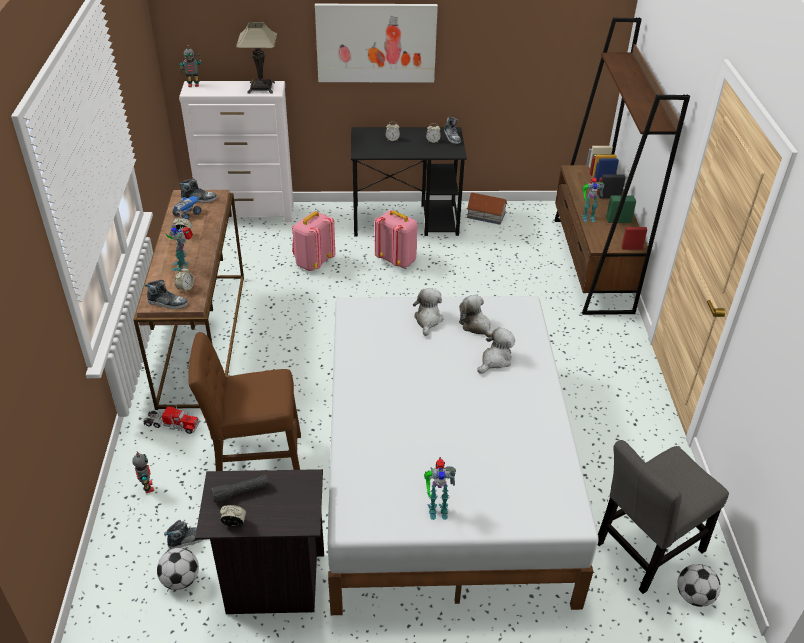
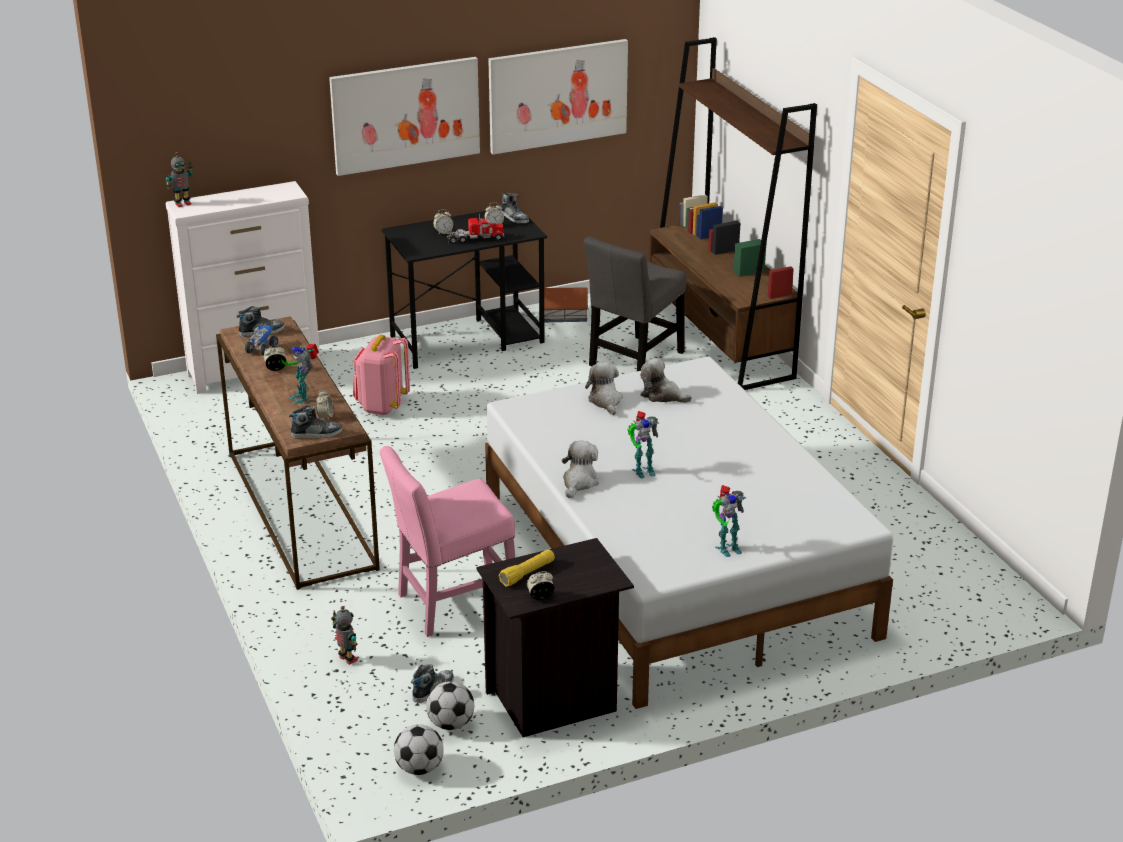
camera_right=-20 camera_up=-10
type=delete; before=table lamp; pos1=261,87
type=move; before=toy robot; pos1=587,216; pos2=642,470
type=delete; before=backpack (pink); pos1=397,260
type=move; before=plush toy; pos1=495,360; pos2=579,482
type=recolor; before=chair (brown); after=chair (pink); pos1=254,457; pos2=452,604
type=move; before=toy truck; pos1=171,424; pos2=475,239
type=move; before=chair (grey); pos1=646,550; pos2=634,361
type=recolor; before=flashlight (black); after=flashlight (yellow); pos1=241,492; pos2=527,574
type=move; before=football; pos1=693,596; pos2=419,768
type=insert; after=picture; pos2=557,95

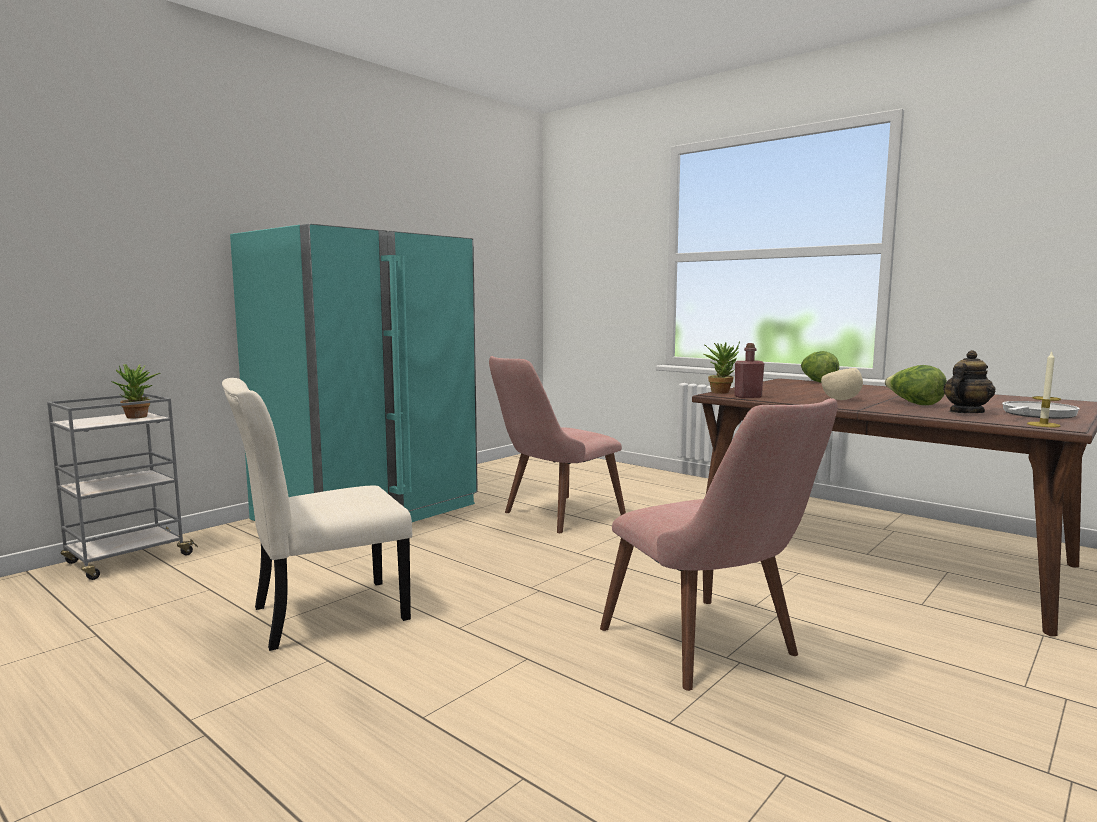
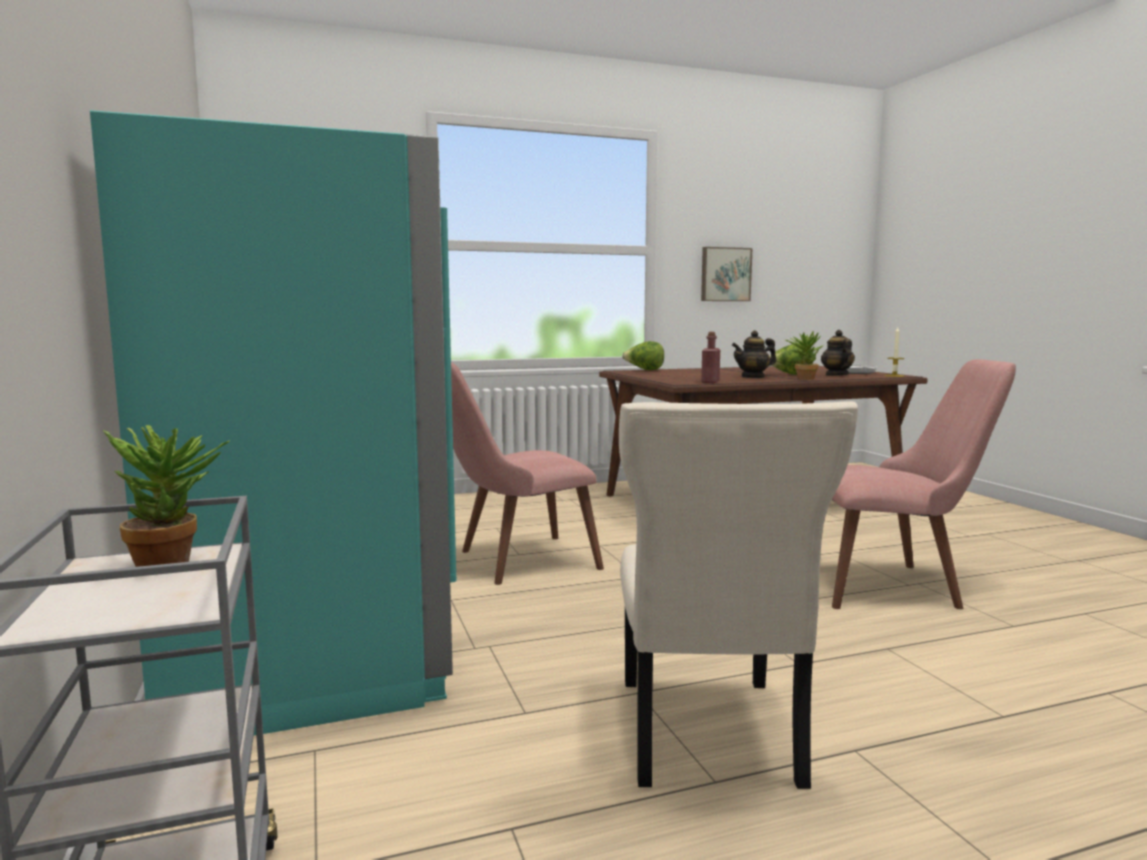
camera_right=-60 camera_up=0
type=move; before=potted plant; pos1=721,392; pos2=803,378
type=rotate; before=chair (pink); pos1=552,517; pos2=511,562; turn=75
type=replace; before=bowl (beige); after=teapot; pos1=840,400; pos2=753,377
type=insert; after=picture; pos2=725,274

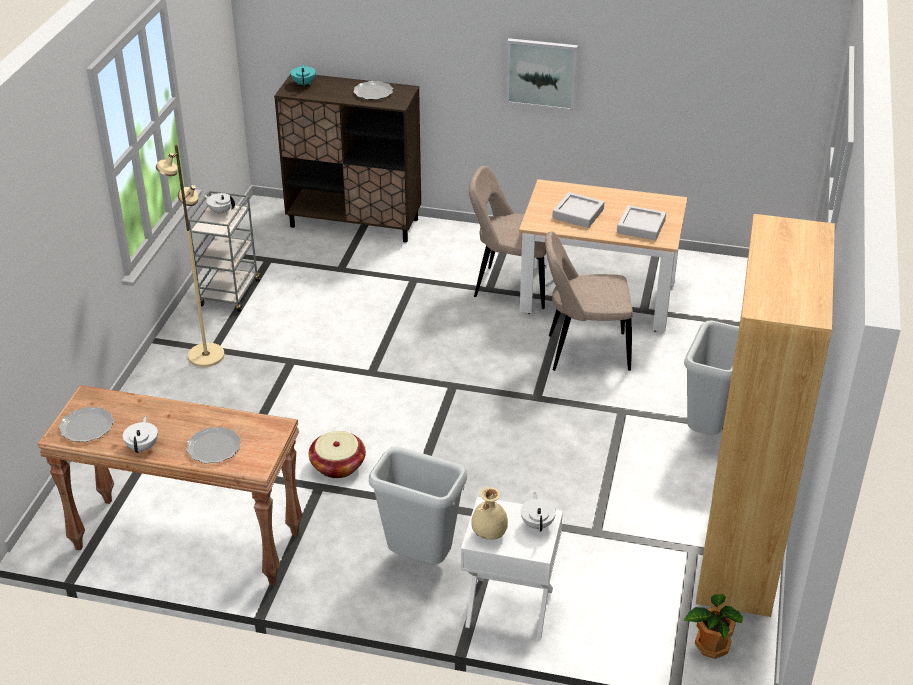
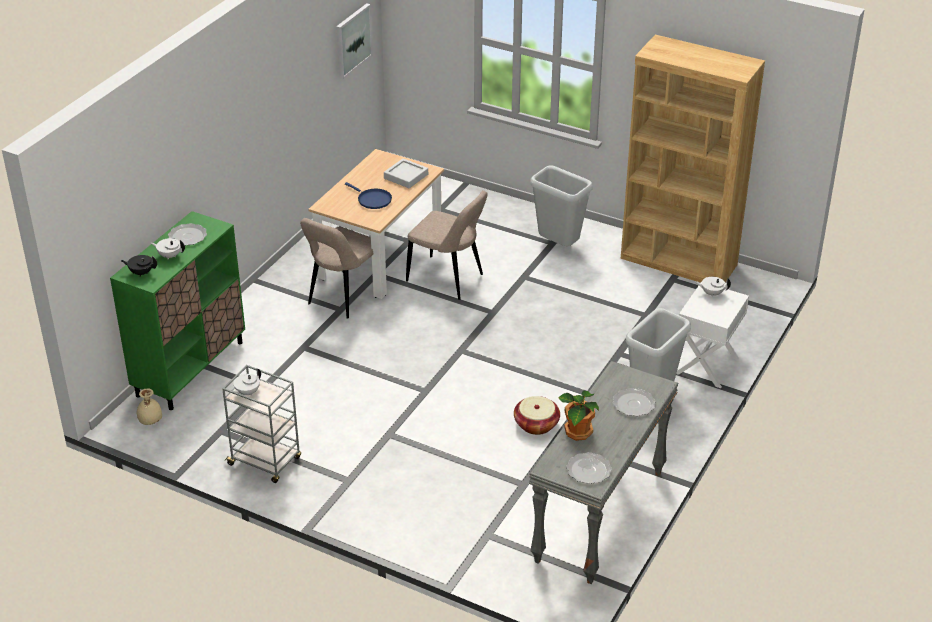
camera_right=-75 camera_up=0
type=move; before=picture; pos1=541,74; pos2=352,40
type=recolor; before=teapot (turquoise); after=teapot (black); pos1=304,83; pos2=141,272
type=recolor; before=cabinet (brown); after=cabinet (green); pos1=355,223; pos2=190,368
type=delete; before=floor lamp (beige); pos1=205,356
type=replace; before=tray (grey); after=frying pan (blue); pos1=578,214; pos2=372,200
type=rotate; before=chair (beige); pos1=583,352; pos2=448,279; turn=-75
type=recolor; before=console table (brown); after=console table (grey); pos1=186,542; pos2=600,517
type=move; before=teapot (white); pos1=143,446; pos2=169,256
type=move; before=vase (beige); pos1=489,533; pos2=150,422
type=move; before=potted plant; pos1=710,645; pos2=577,432

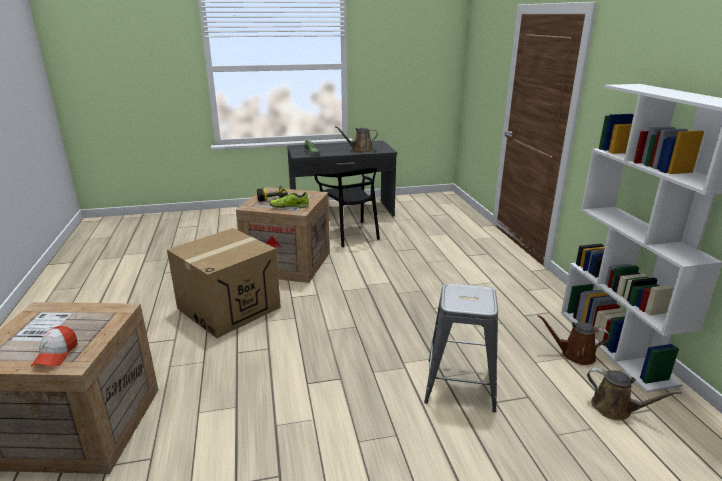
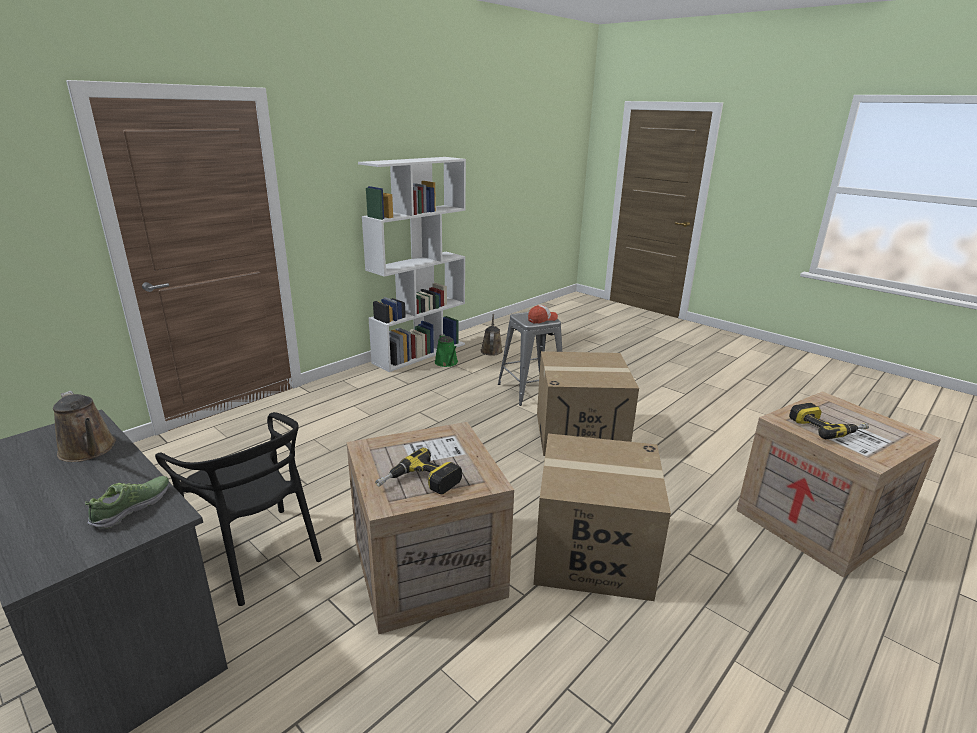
camera_right=-125 camera_up=0
type=rotate; before=chair (black); pos1=350,234; pos2=257,554; turn=105
type=delete; before=shoe; pos1=289,206
type=recolor; before=watering can (brown); after=watering can (green); pos1=574,354; pos2=447,363
type=move; before=cap; pos1=56,354; pos2=542,319
type=insert; after=cardboard box; pos2=580,434
type=insert; after=power drill; pos2=826,428

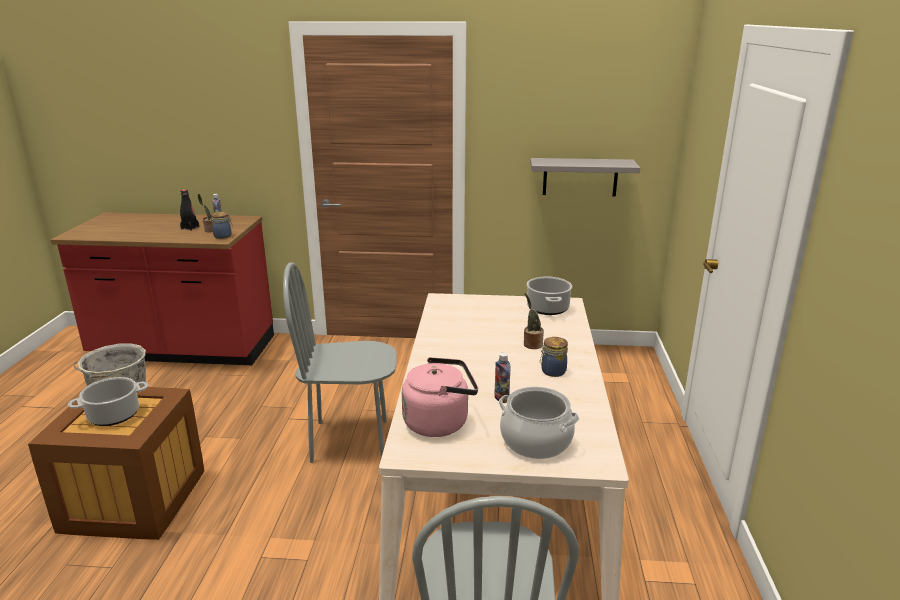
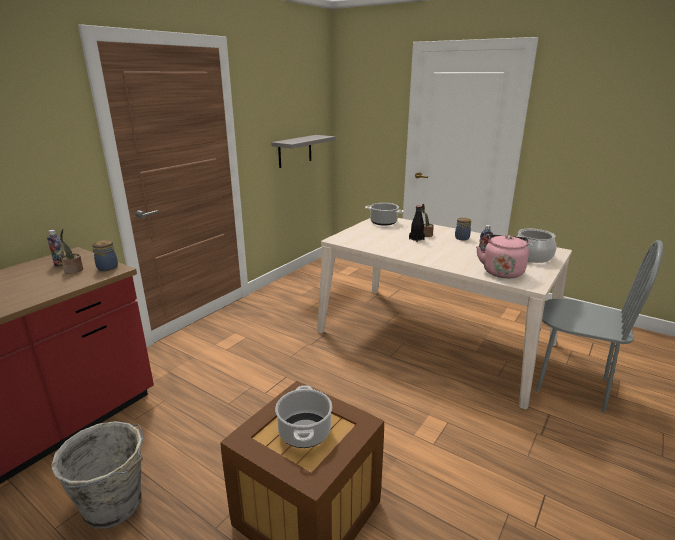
camera_right=-60 camera_up=0
type=move; before=bottle (black); pos1=190,228; pos2=416,239
type=delete; before=chair (grey); pos1=350,440

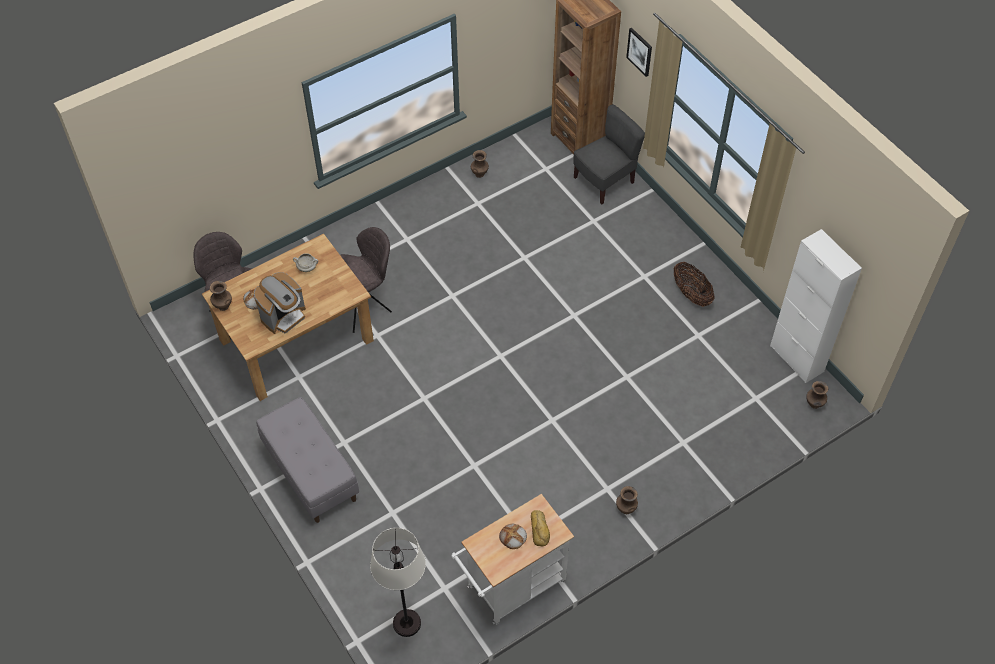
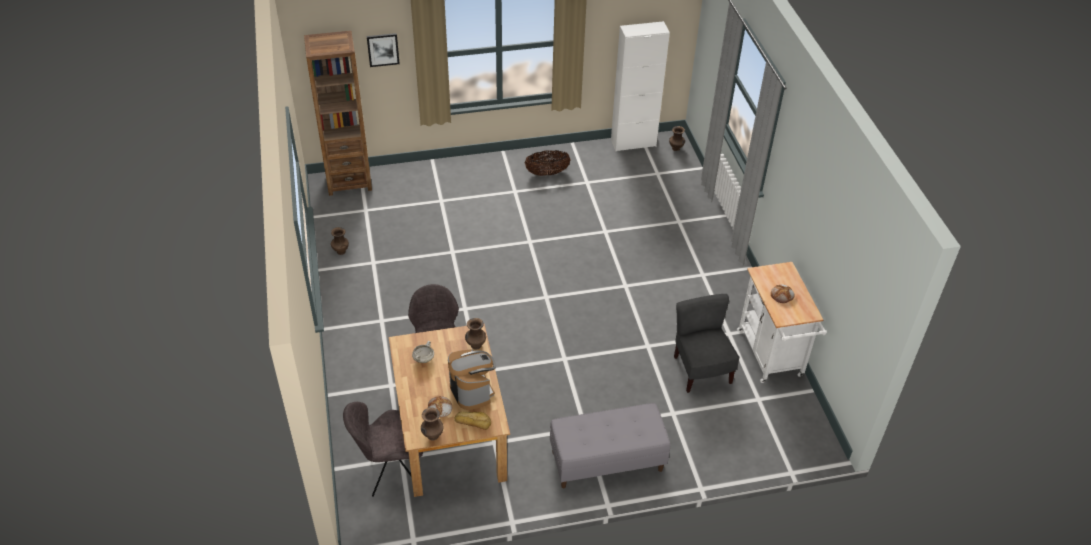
camera_right=-70 camera_up=-10
type=move; before=chair (grey); pos1=604,181; pos2=701,370
type=move; before=vase (brown); pos1=625,509; pos2=475,345
type=move; before=bread; pos1=540,529; pos2=473,421
type=delete; before=floor lamp (white); pos1=406,623

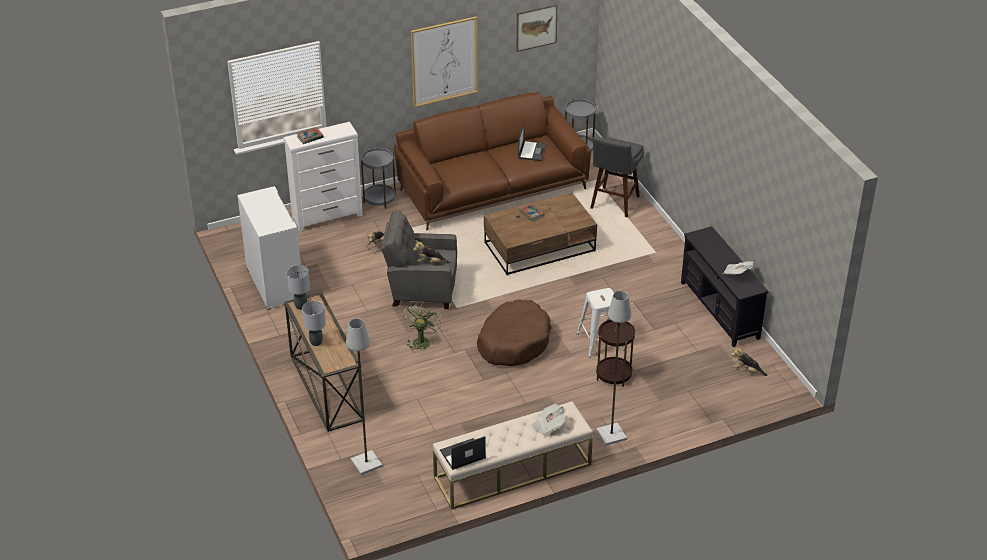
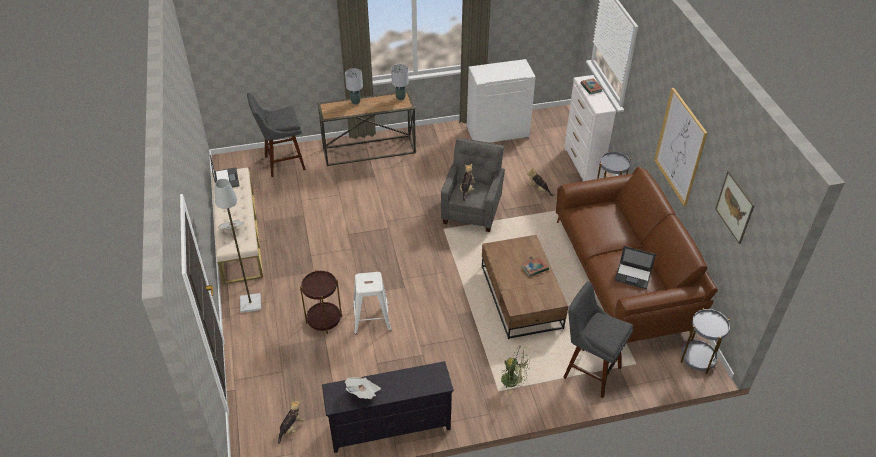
camera_right=100 camera_up=5
type=delete; before=dog bed (brown); pos1=513,342
type=move; before=fan (green); pos1=421,341; pos2=514,381
type=replace; before=floor lamp (grey); after=stool (grey); pos1=366,464; pos2=282,163

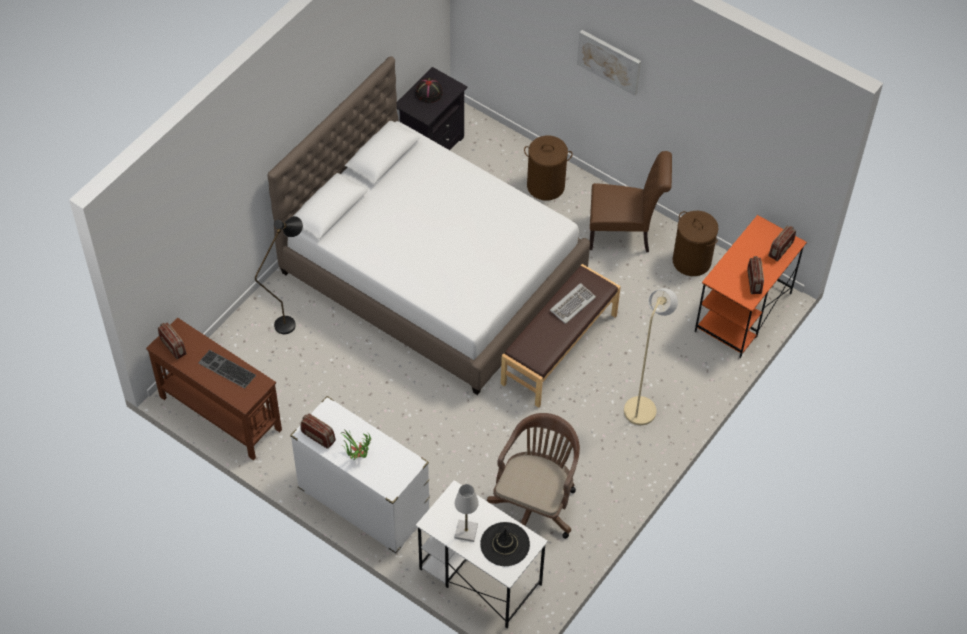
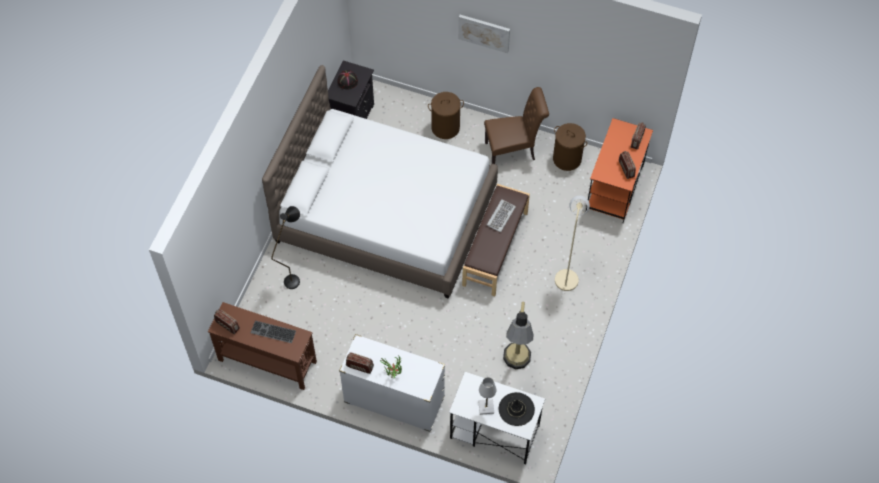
camera_right=-15 camera_up=5
type=replace; before=office chair (brown); after=floor lamp; pos1=535,504; pos2=515,368

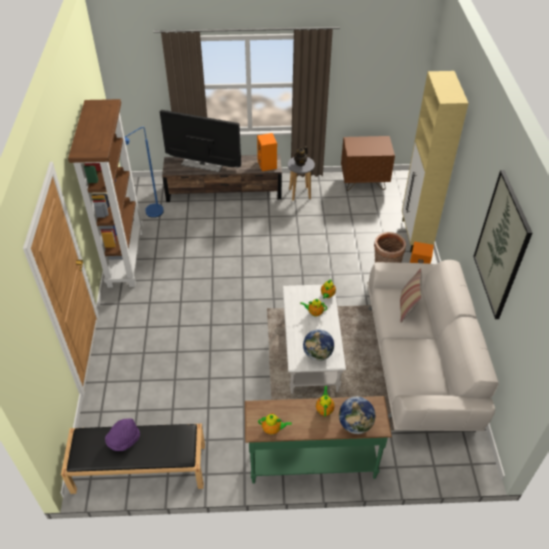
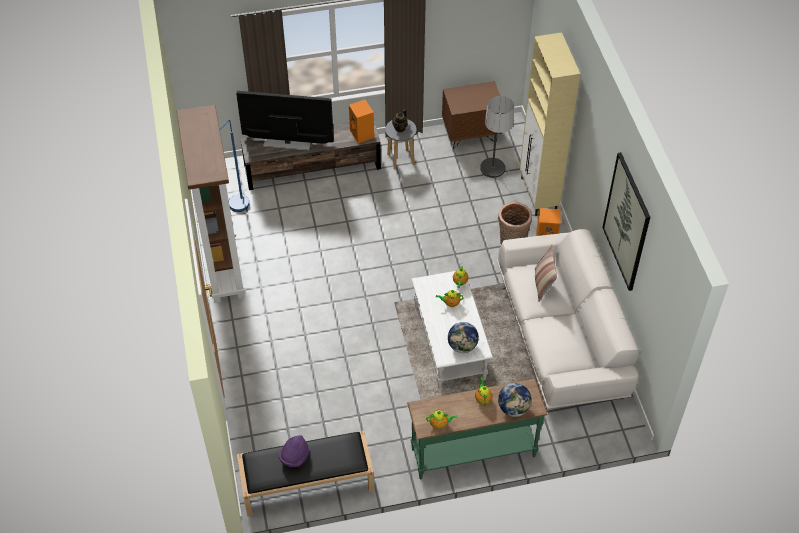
camera_right=-10 camera_up=5
type=insert; after=floor lamp; pos2=493,184

